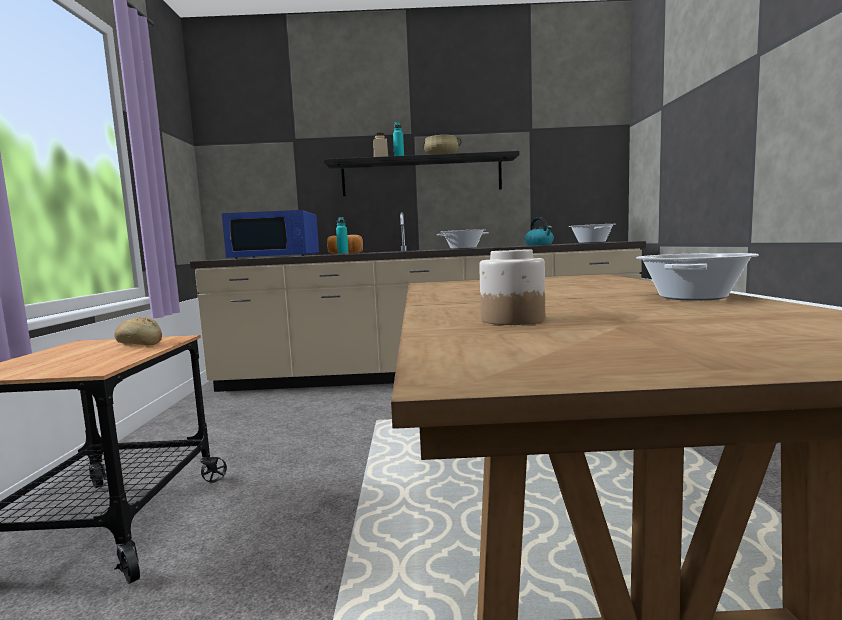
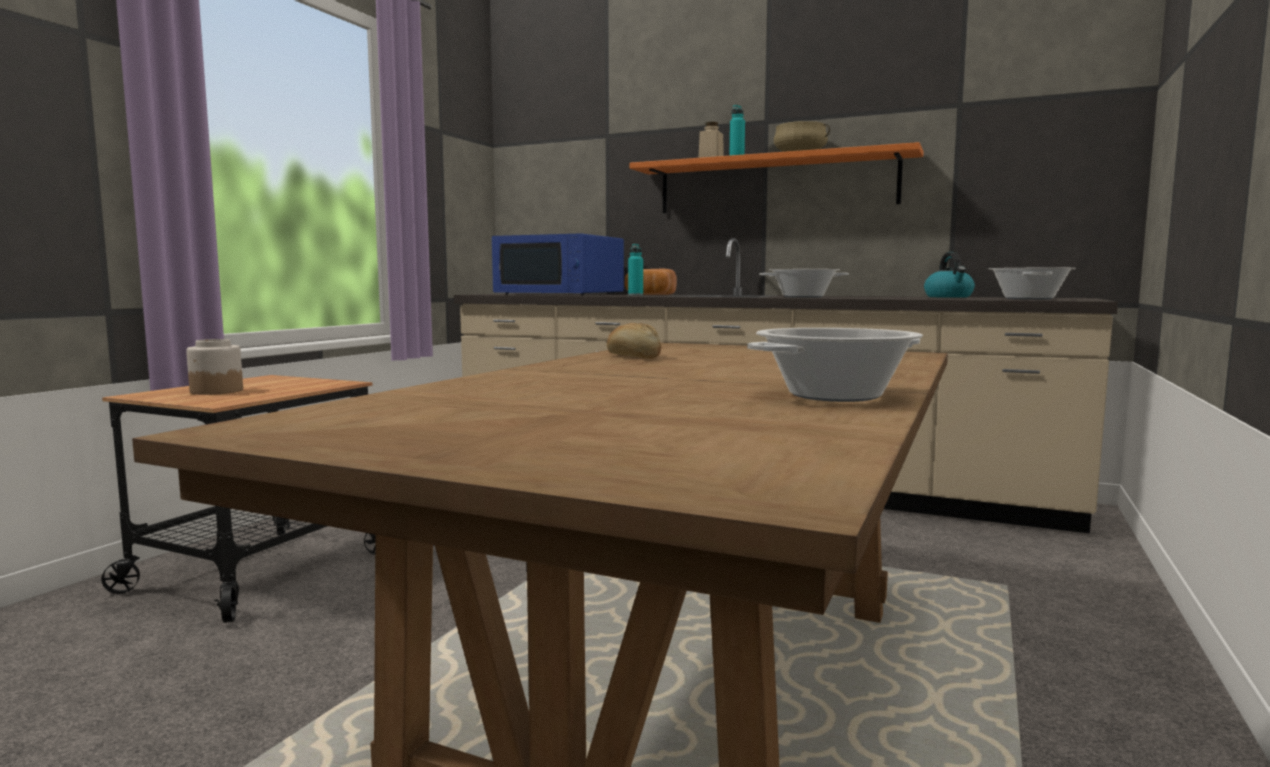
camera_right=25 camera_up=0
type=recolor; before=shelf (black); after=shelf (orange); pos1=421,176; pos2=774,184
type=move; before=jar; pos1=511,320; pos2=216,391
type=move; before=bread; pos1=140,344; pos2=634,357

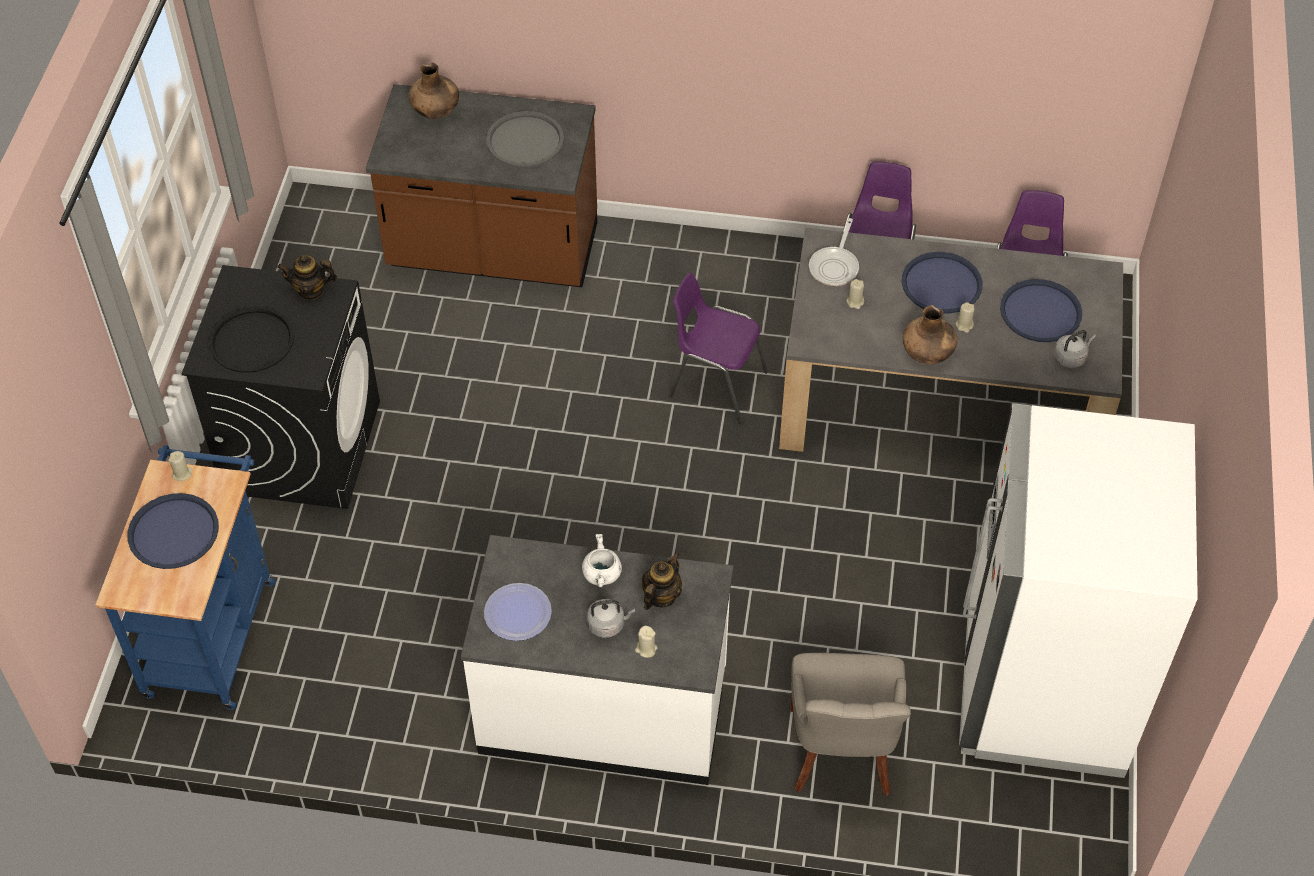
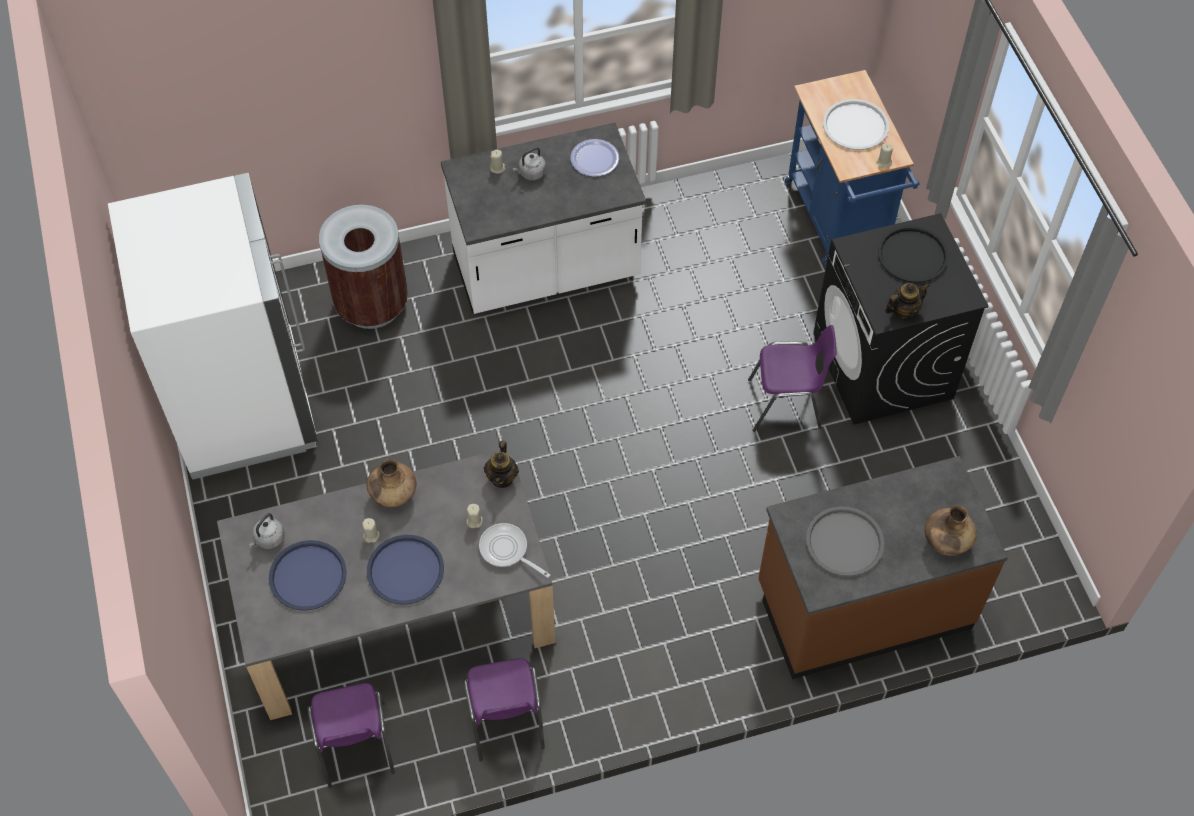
camera_right=155 camera_up=5
type=rotate; before=frying pan; pos1=835,266; pos2=507,550; turn=-45
type=move; before=chair (purple); pos1=715,384; pos2=786,405
type=recolor; before=tray (blue); after=tray (white); pos1=173,532; pos2=855,125
type=delete; before=cooking pot (white); pos1=602,575
type=move; before=teapot; pos1=661,596; pos2=502,477
type=replace; before=chair (grey); after=trash can (brown); pos1=841,753; pos2=372,304

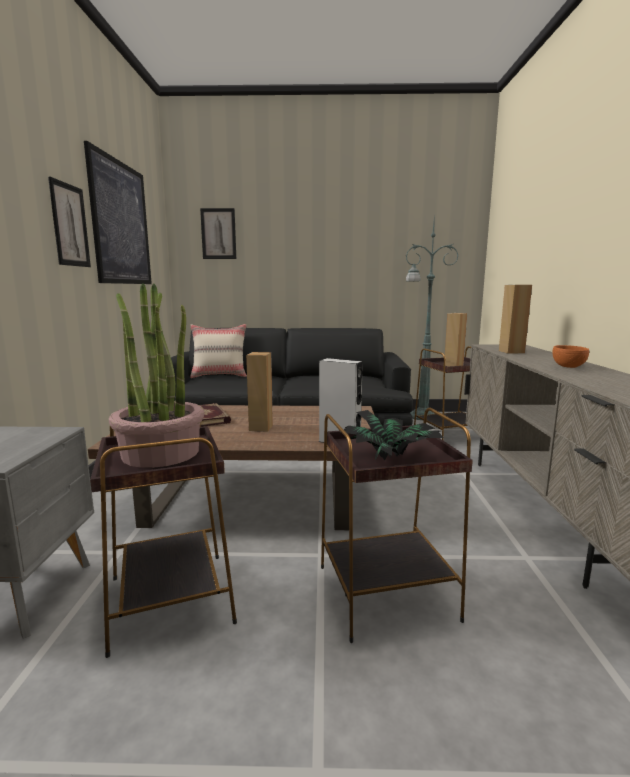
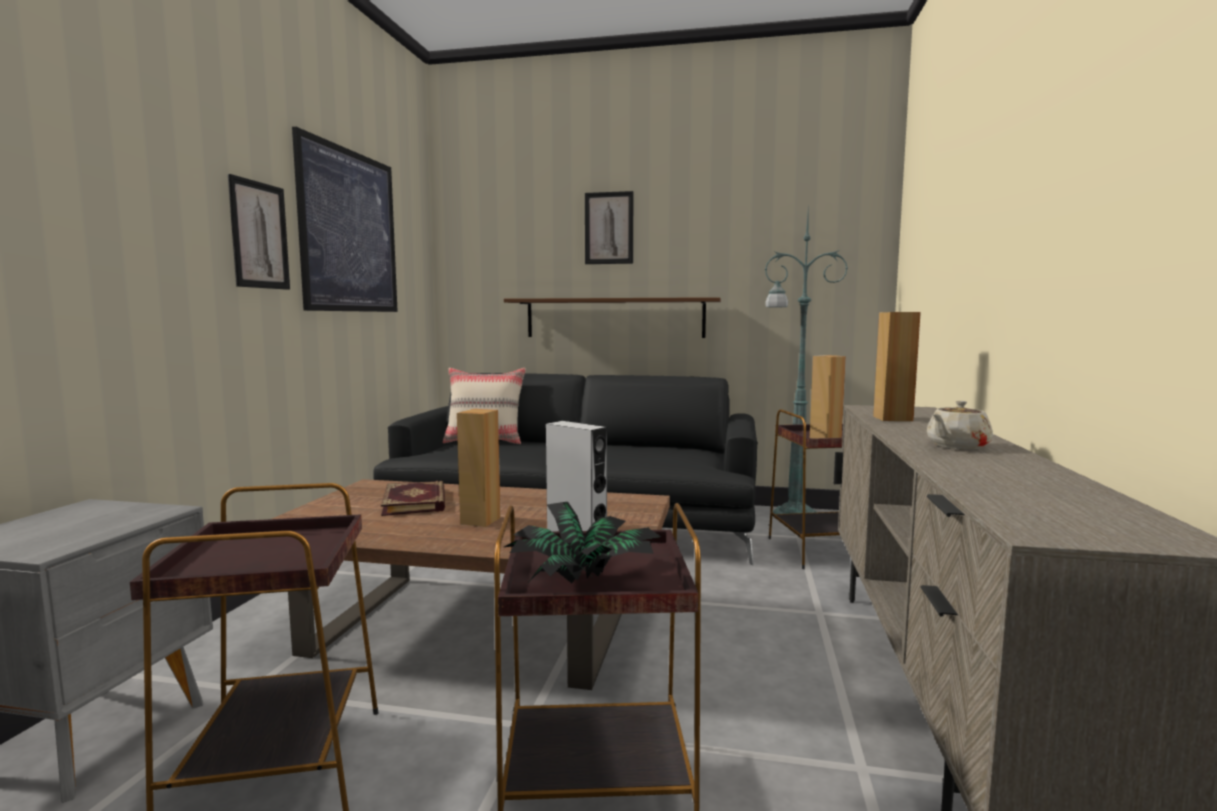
camera_right=10 camera_up=-5
type=move; before=picture; pos1=218,234; pos2=609,228
type=delete; before=potted plant; pos1=161,452
type=replace; before=bowl (orange); after=teapot (beige); pos1=568,367; pos2=956,446
type=insert; after=shelf (brown); pos2=614,318

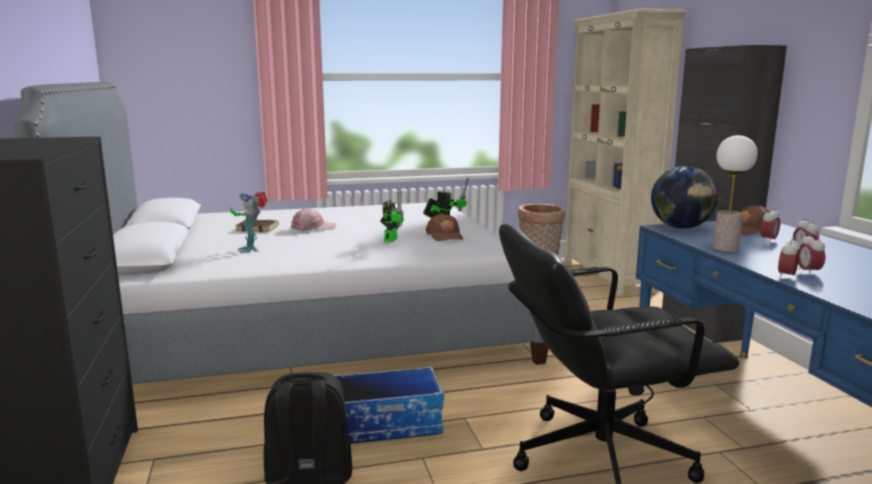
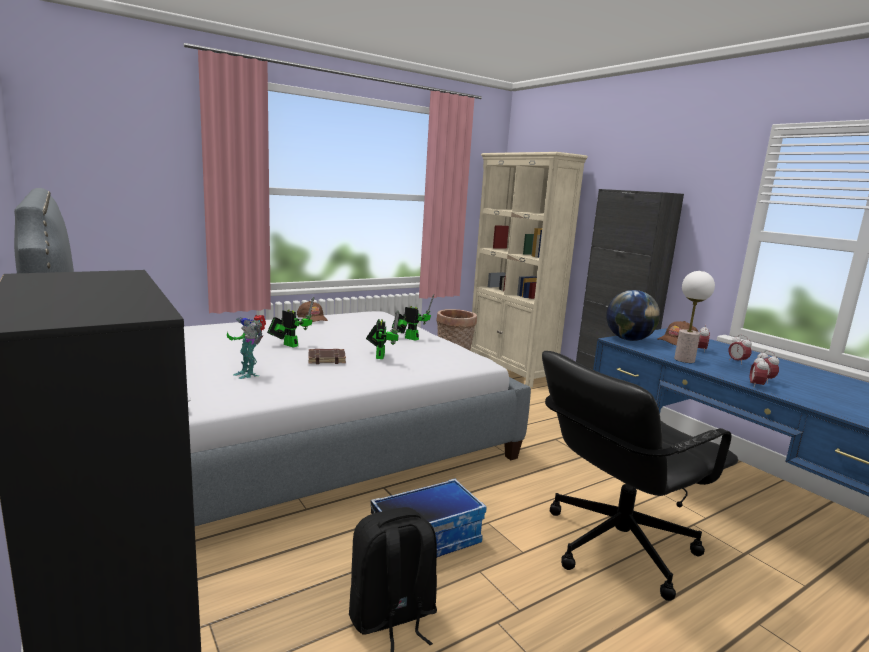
camera_right=-20 camera_up=0
type=replace; before=cap (pink); after=toy robot; pos1=313,228; pos2=289,344
type=move; before=cap (brown); pos1=445,236; pos2=312,318
type=move; before=book (brown); pos1=258,229; pos2=327,359

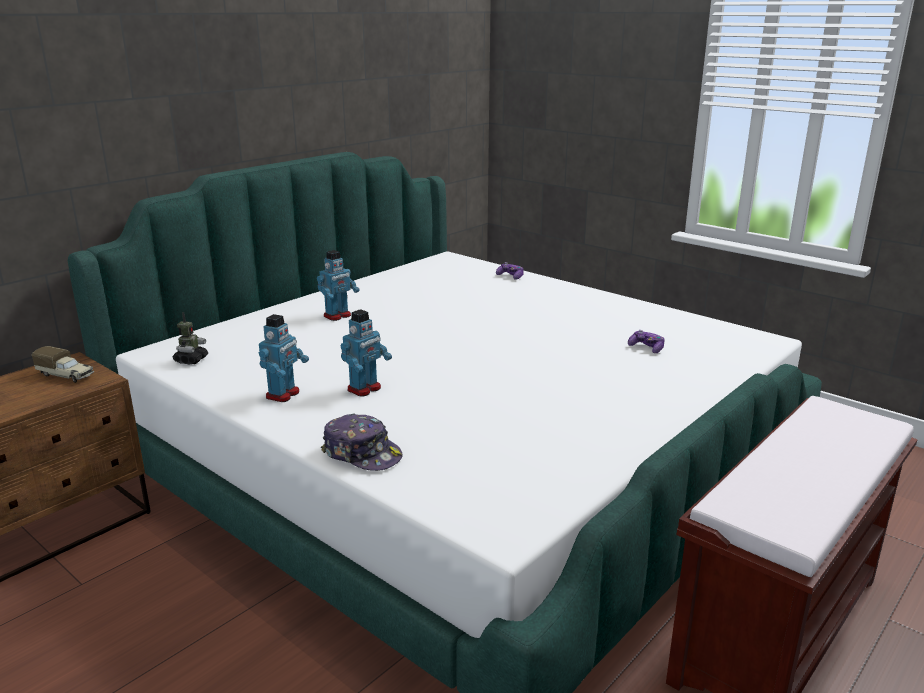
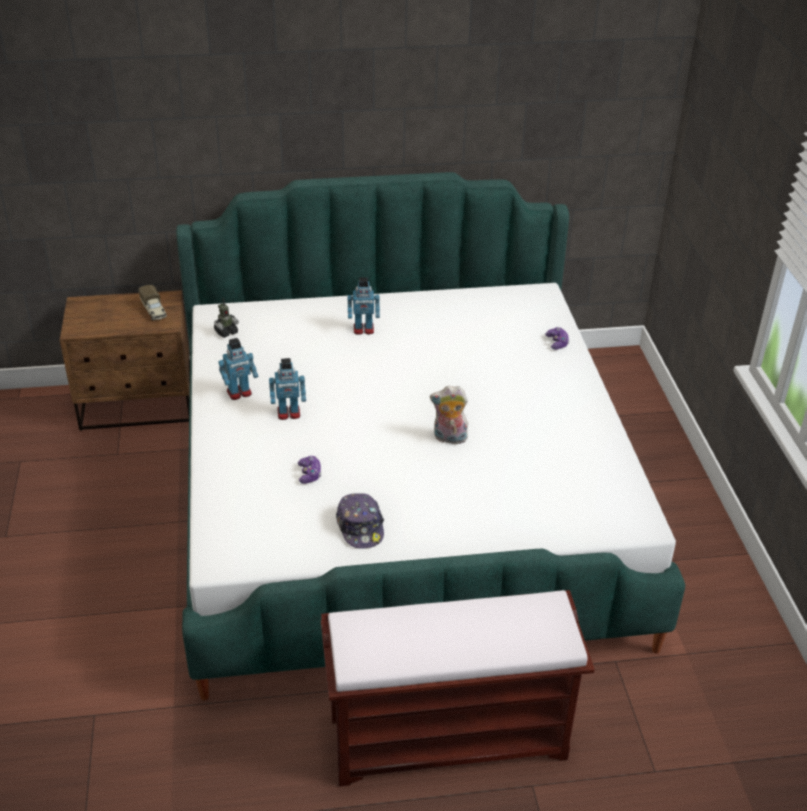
camera_right=40 camera_up=15
type=move; before=game controller; pos1=646,348; pos2=309,474
type=move; before=cap; pos1=362,454; pos2=360,527
type=insert; after=plush toy; pos2=449,438

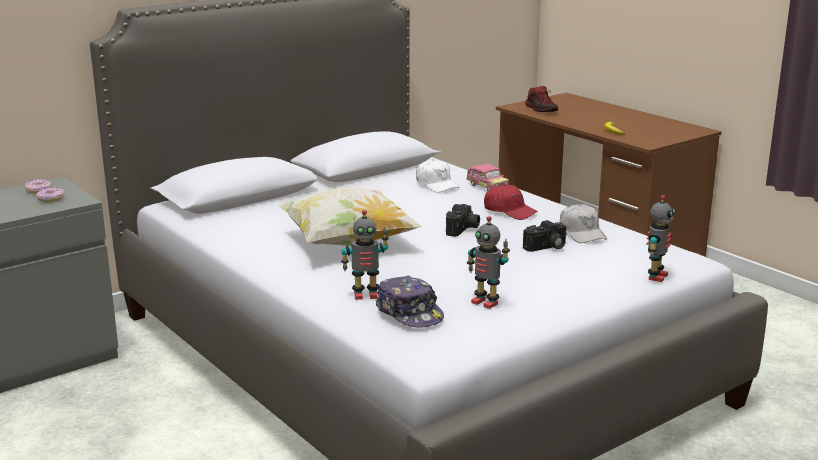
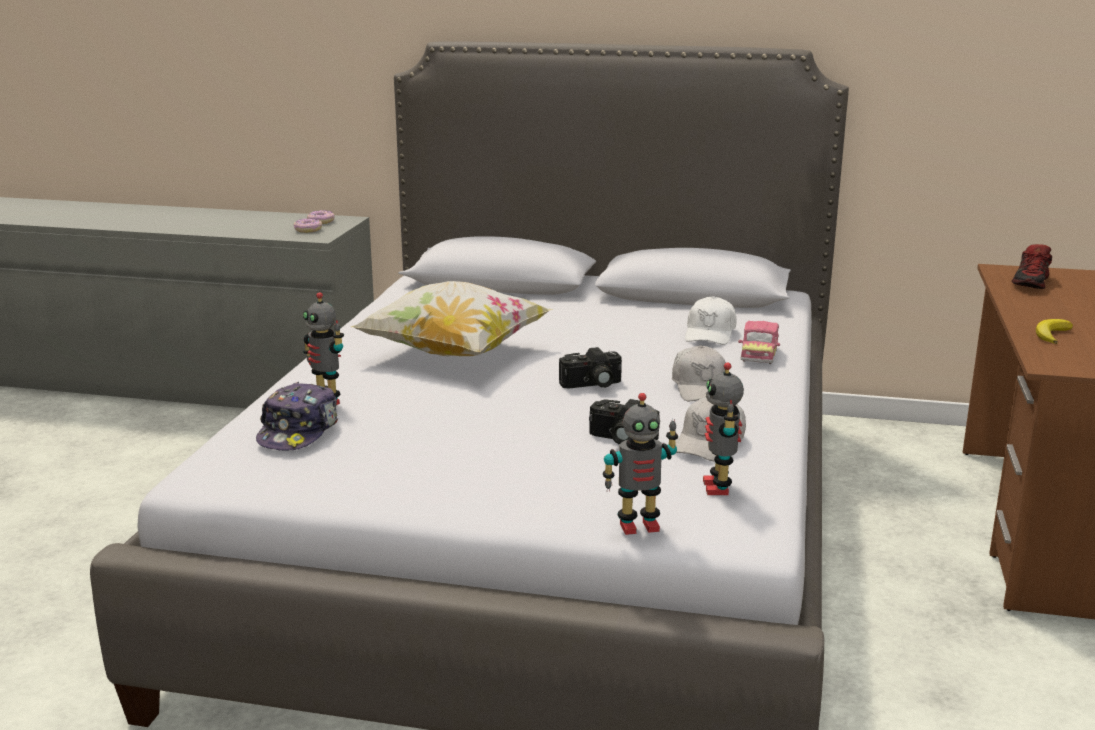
camera_right=50 camera_up=0
type=recolor; before=cap (red); after=cap (white); pos1=509,211; pos2=701,388
type=move; before=toy robot; pos1=485,302; pos2=719,487

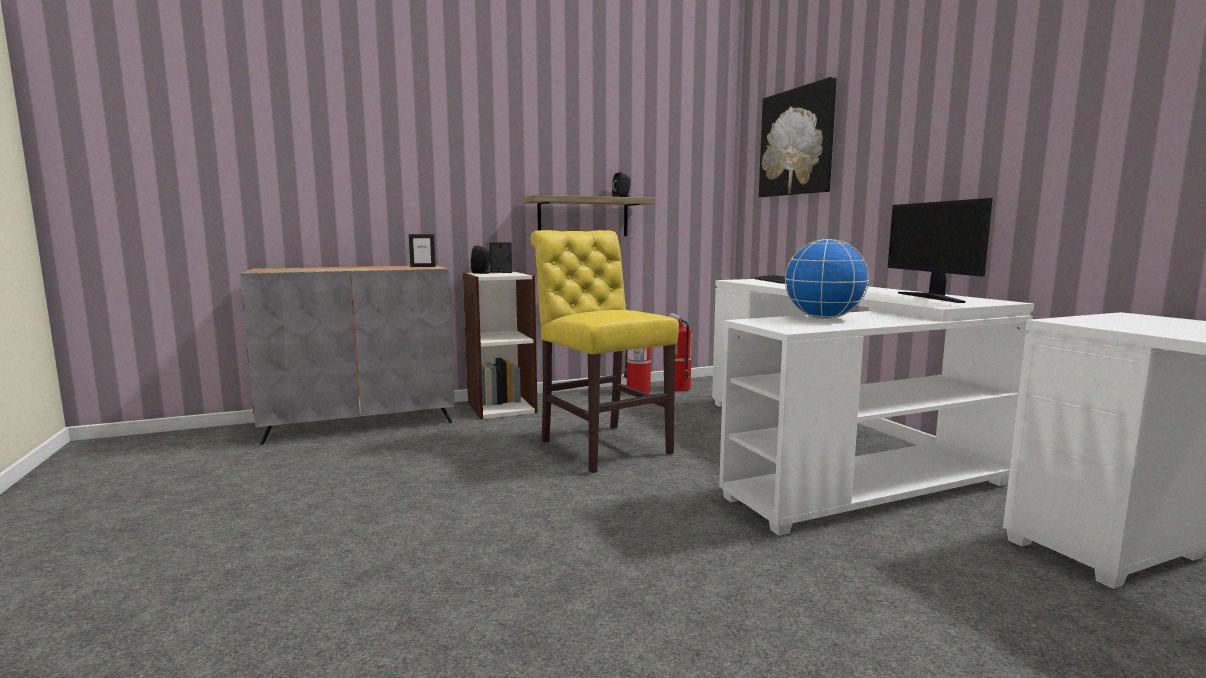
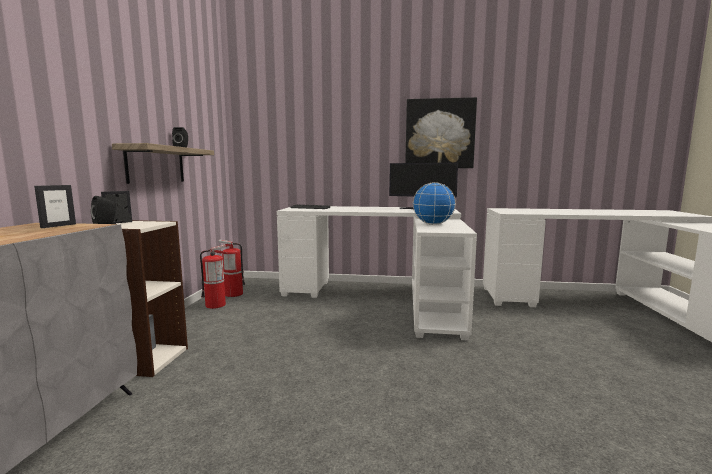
camera_right=-60 camera_up=0
type=move; before=picture; pos1=797,142; pos2=439,134
type=delete; before=chair (yellow); pos1=601,445

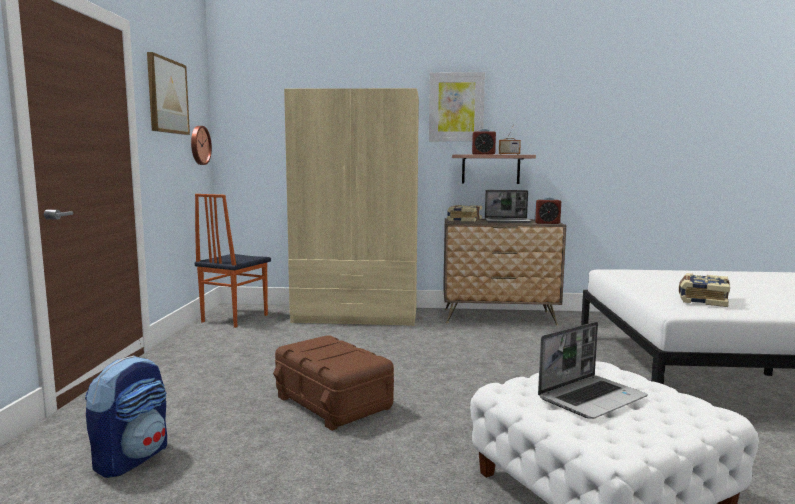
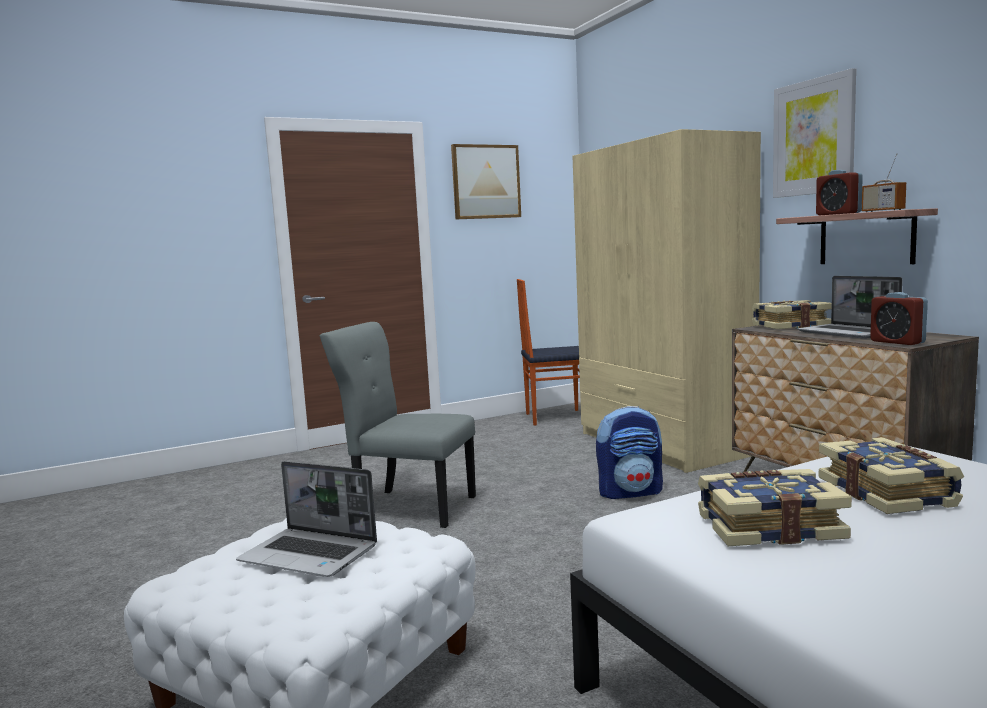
camera_right=60 camera_up=0
type=delete; before=wall clock; pos1=199,145
type=replace; before=storage box (brown); after=chair (grey); pos1=332,403; pos2=409,507
type=move; before=backpack; pos1=132,458; pos2=630,492
type=insert; after=book; pos2=888,493

